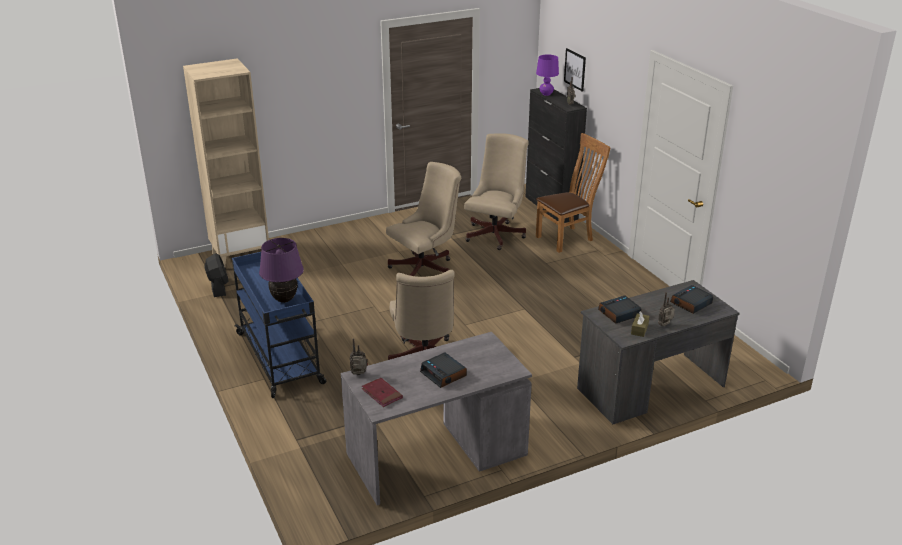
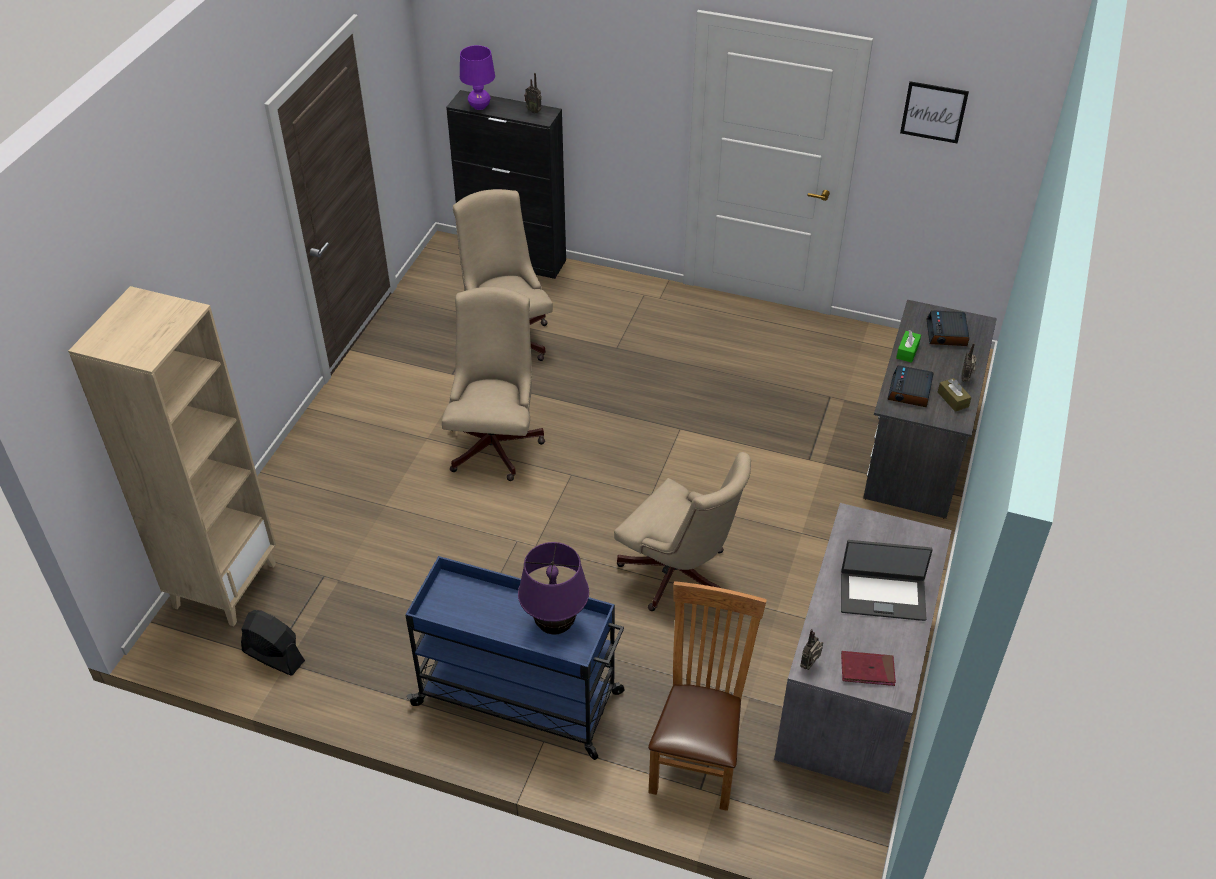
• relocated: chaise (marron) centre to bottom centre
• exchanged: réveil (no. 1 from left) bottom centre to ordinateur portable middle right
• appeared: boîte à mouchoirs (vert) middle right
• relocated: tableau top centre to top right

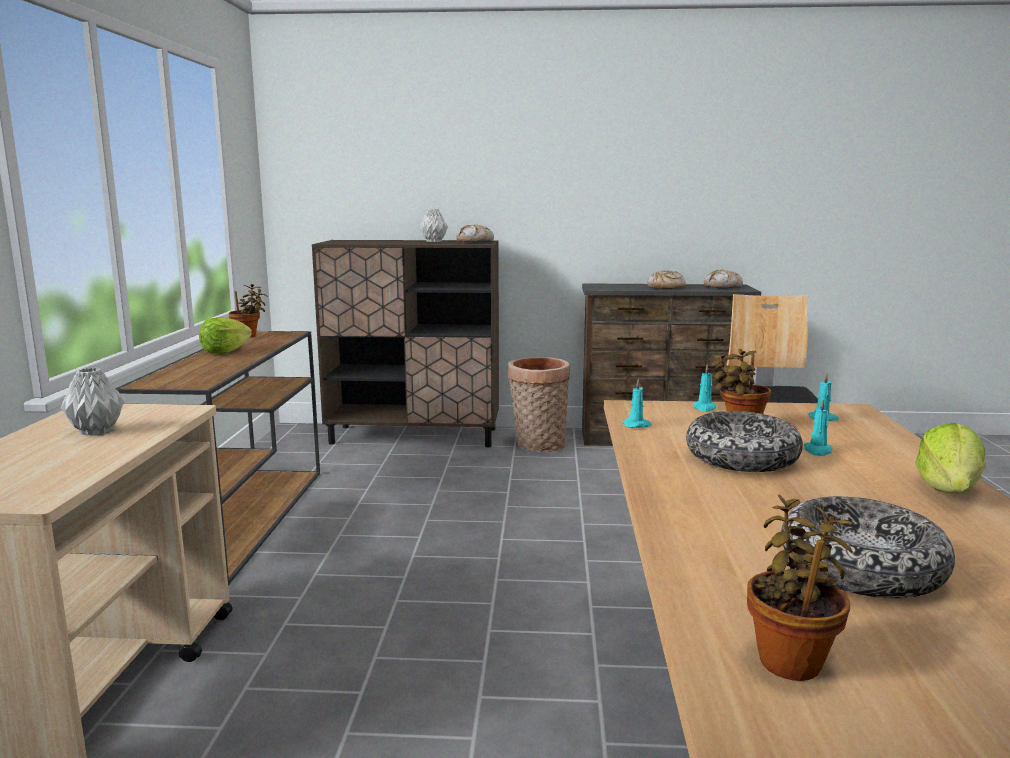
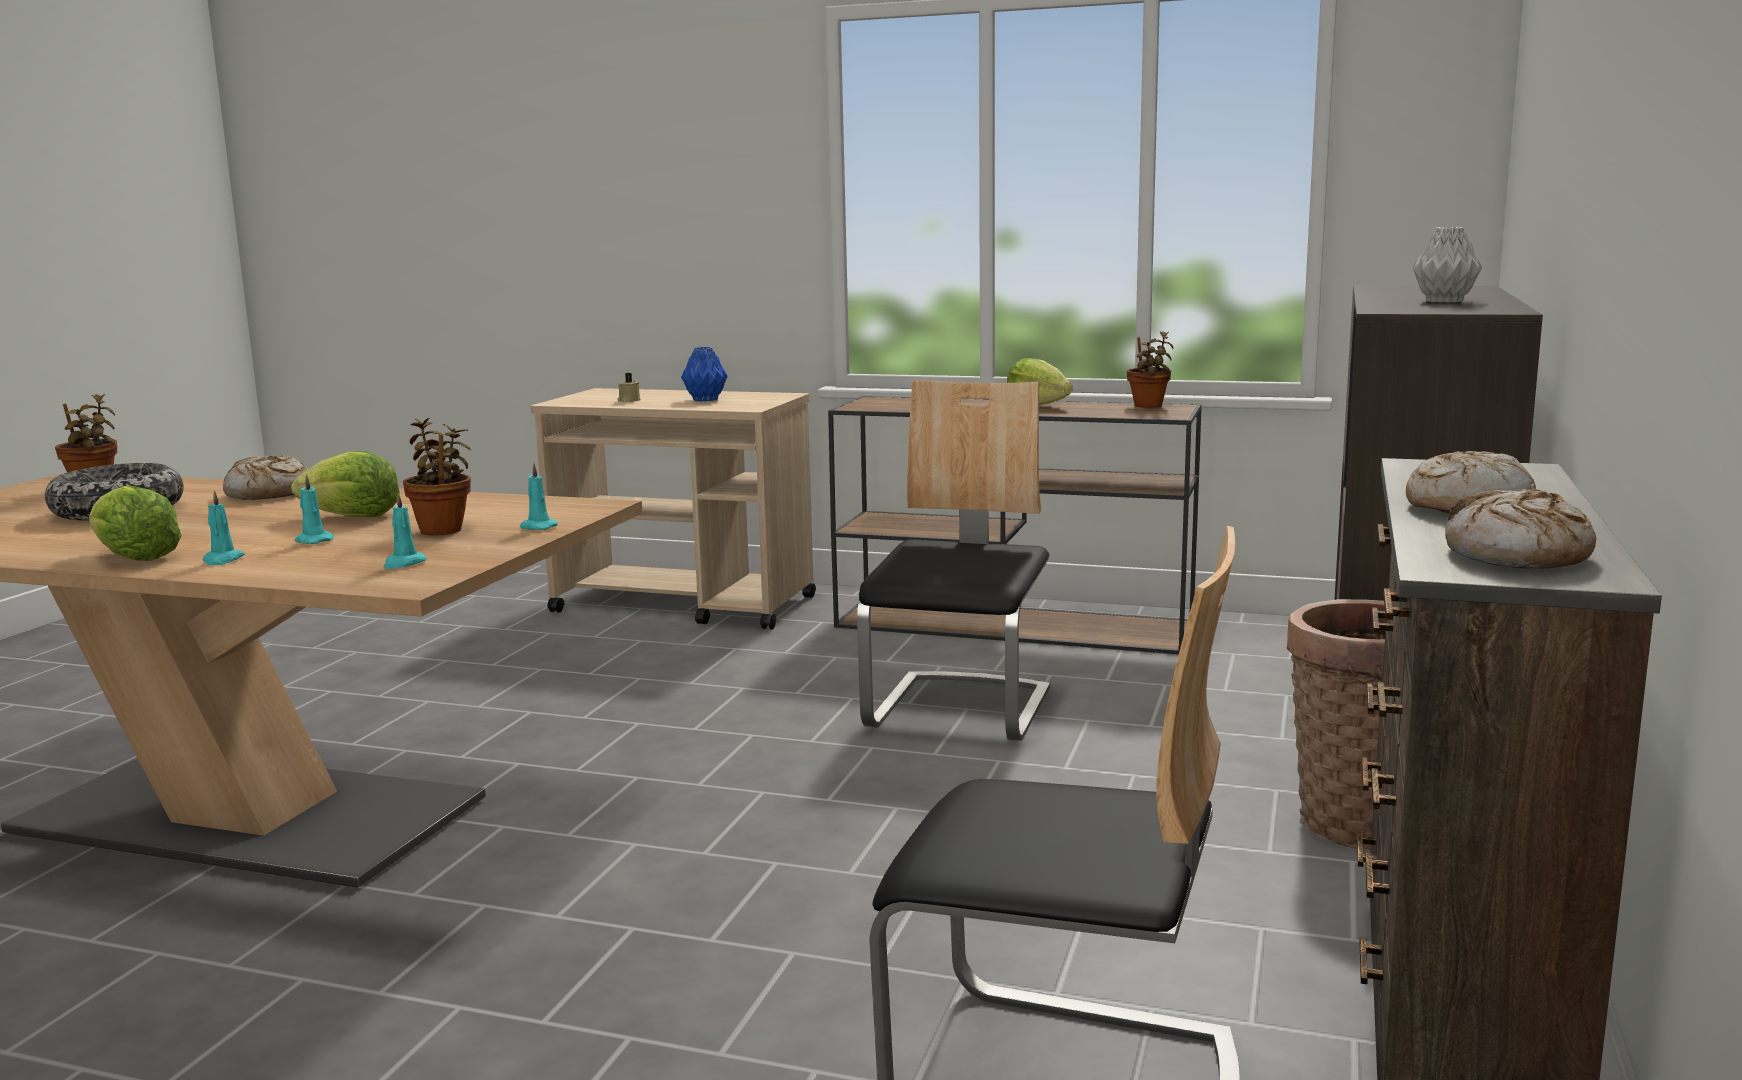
• relocated: bougie (turquoise) (no. 1 from left) centre to middle left
• relocated: pain (no. 1 from left) top centre to middle left
• exchanged: bol (no. 1 from left) middle right to laitue (no. 2 from left) middle left
• appeared: bougie (beige) centre
• colour: vase (gris) (no. 1 from left) middle left to vase (bleu) centre
• appeared: chaise (no. 1 from left) centre

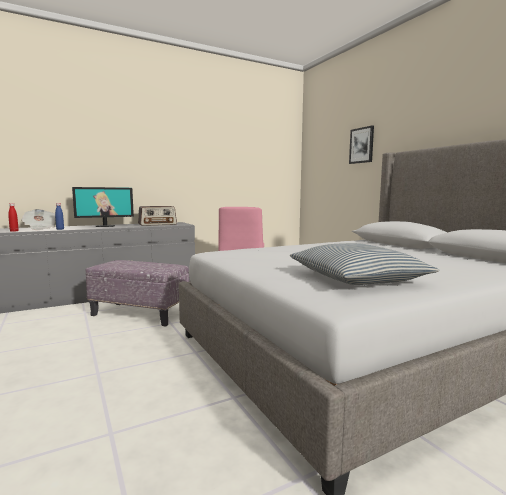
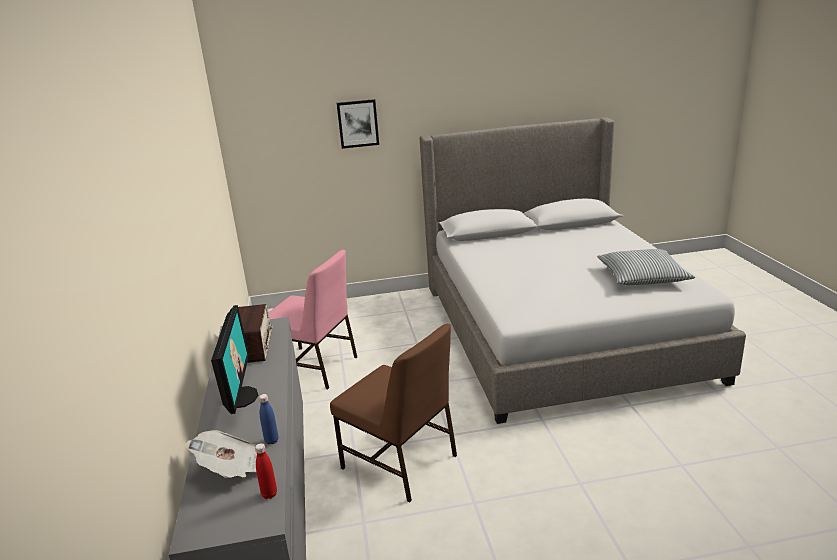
• exchanged: pouf middle left to chaise (marron) bottom centre

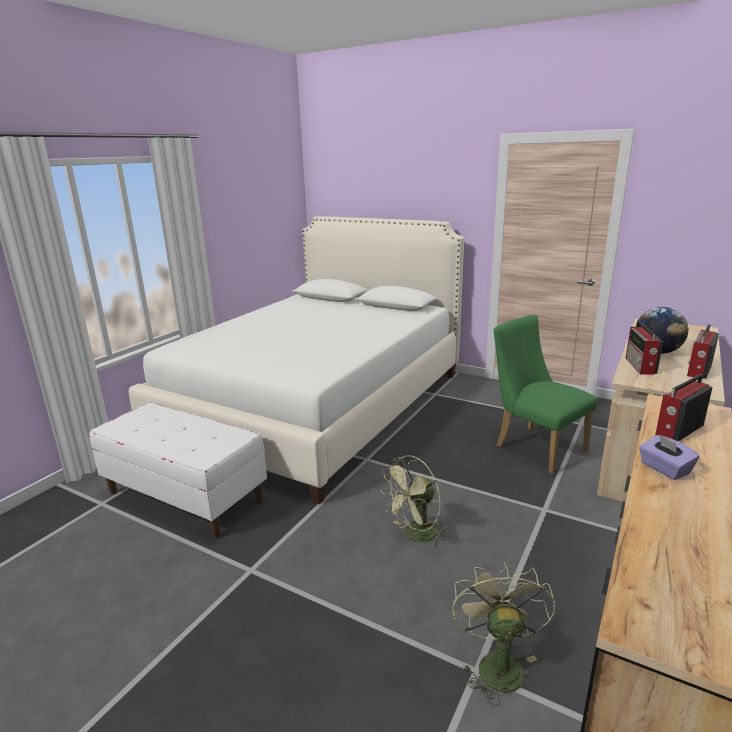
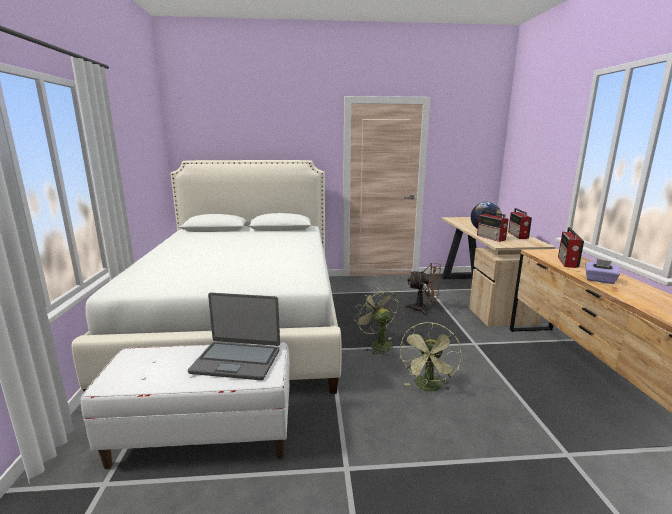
• appeared: ordinateur portable centre
• relocated: ventilateur (vert) (no. 2 from left in the first image) bottom right to ventilateur (vert) (no. 1 from left) centre
• exchanged: chaise (vert) middle right to ventilateur (marron) centre

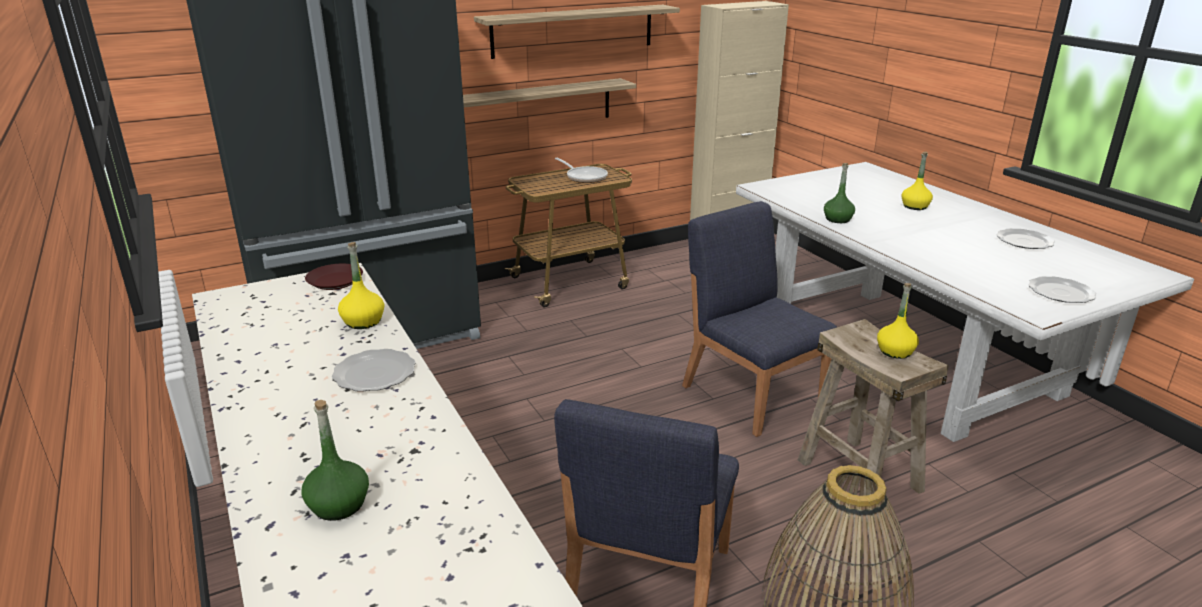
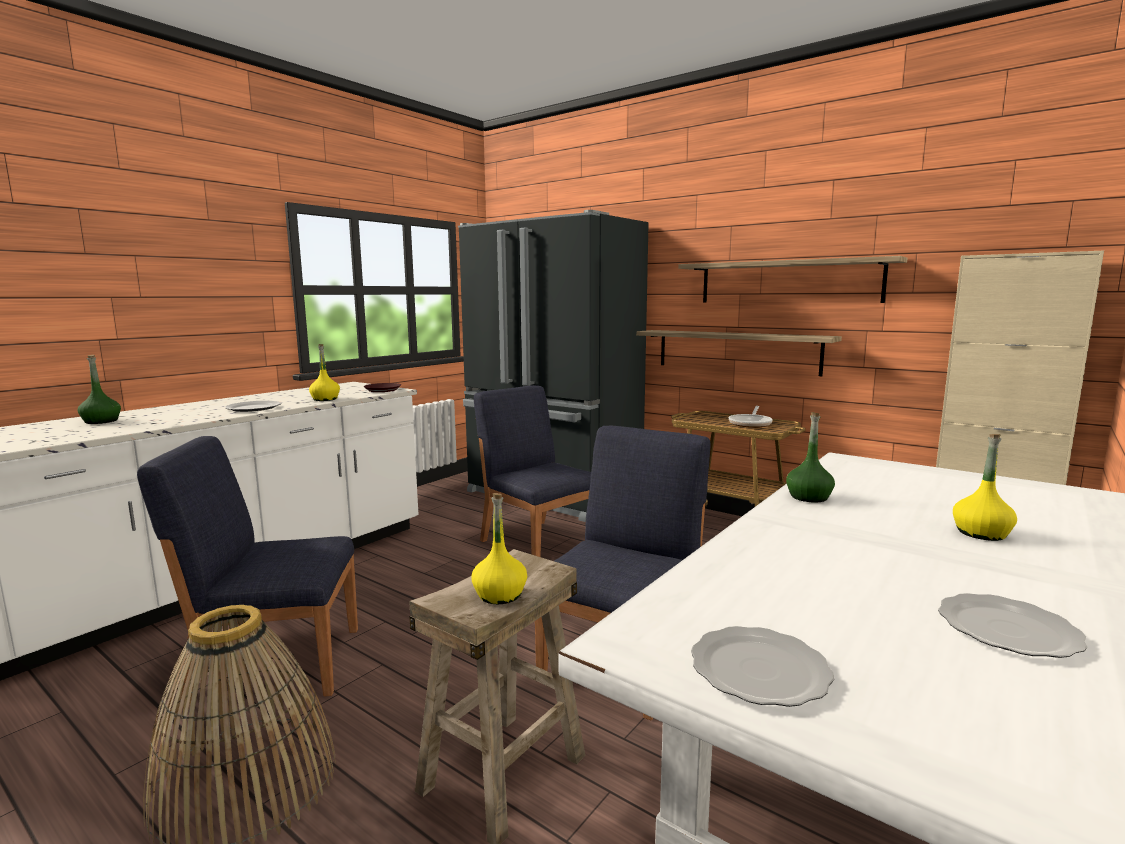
• appeared: chaise (bleu) (no. 2 from left) centre

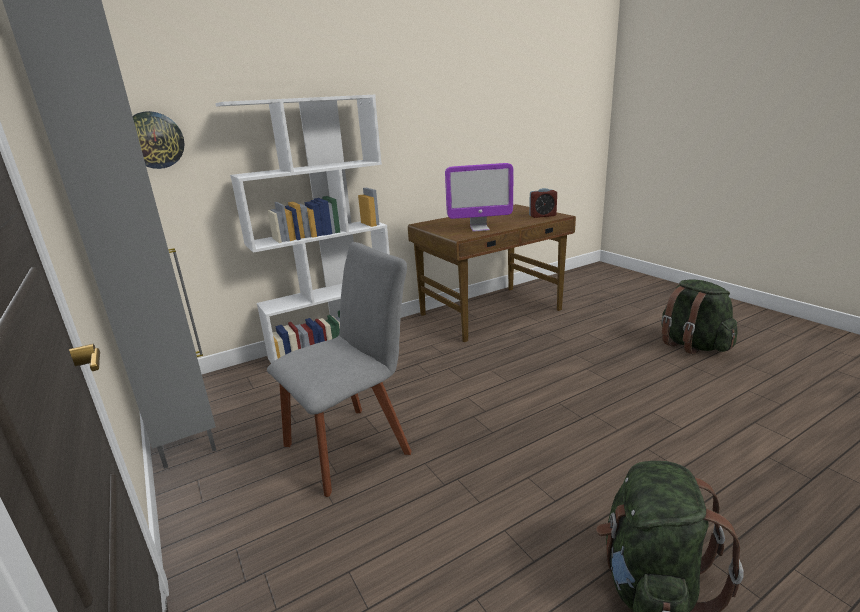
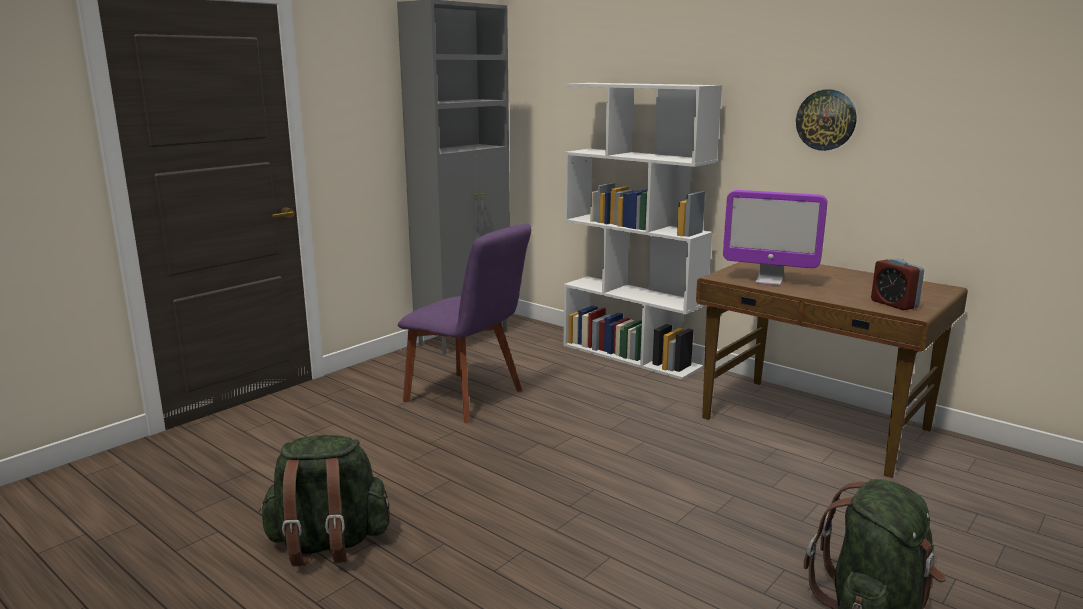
• colour: chaise (gris) centre to chaise (violet) centre
• spun: écran d'ordinateur top centre = middle right 45 degrees counterclockwise
• relocated: horloge murale top left to top right

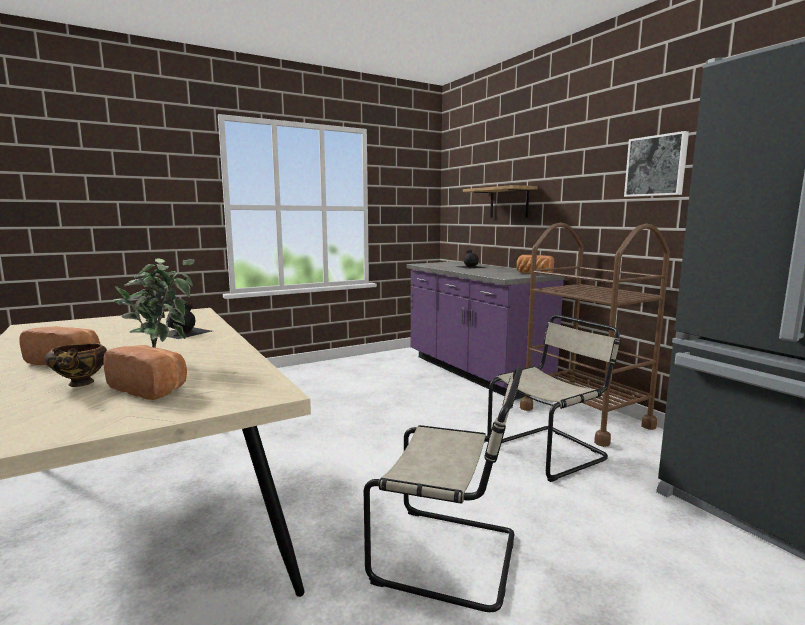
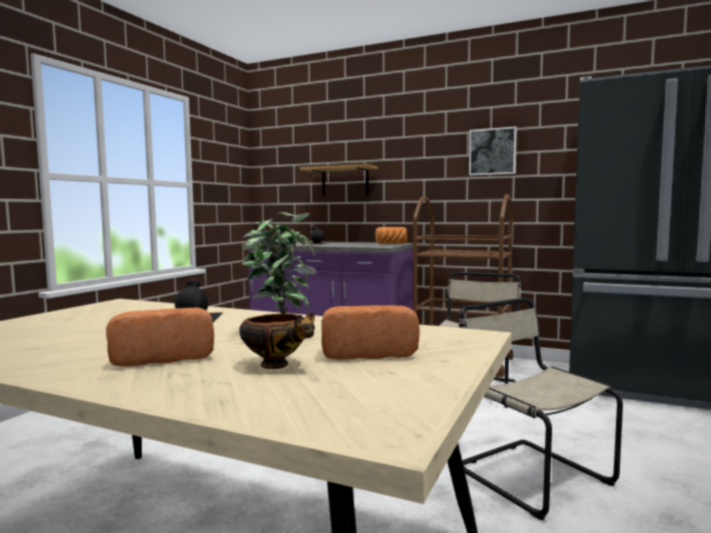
• spun: chaise (beige) (no. 1 from left in the first image) bottom centre = bottom right 105 degrees counterclockwise

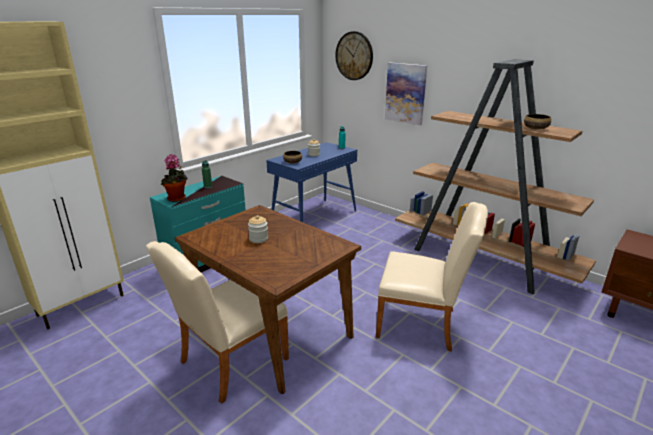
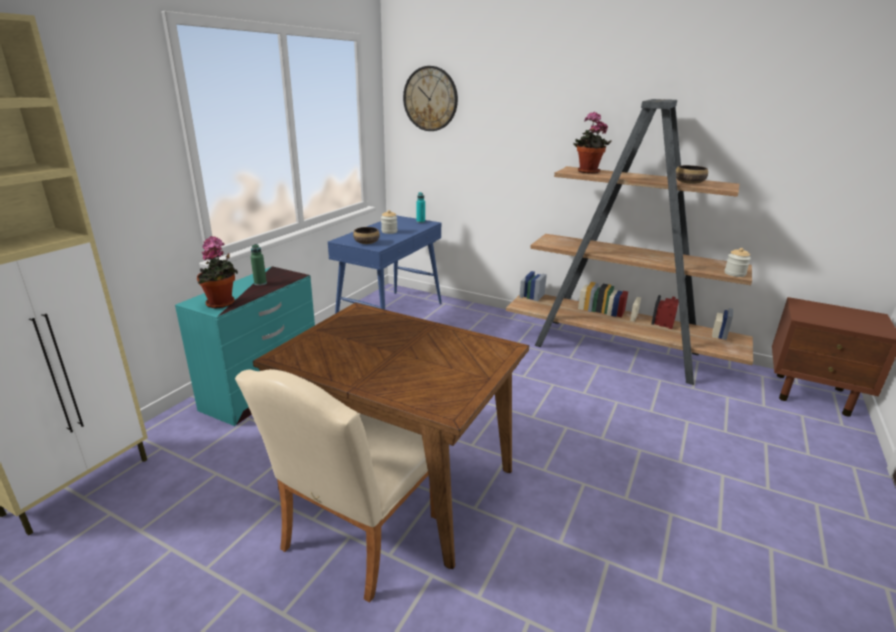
• appeared: plante en pot (no. 2 from left) top centre
• relocated: bocal (no. 1 from left in the first image) centre to bocal (no. 2 from left) middle right
• missing: chaise (beige) (no. 2 from left) centre
• missing: tableau top centre

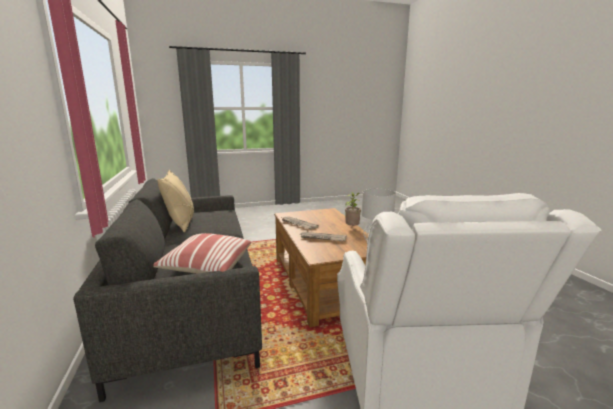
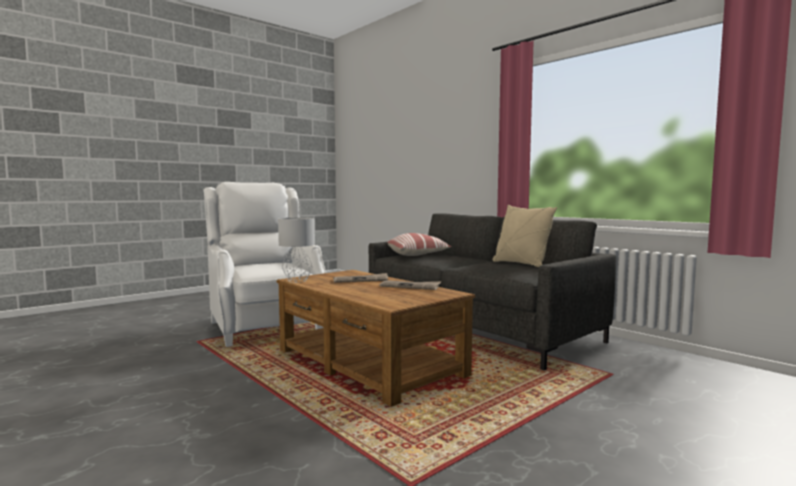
• missing: plante en pot centre

